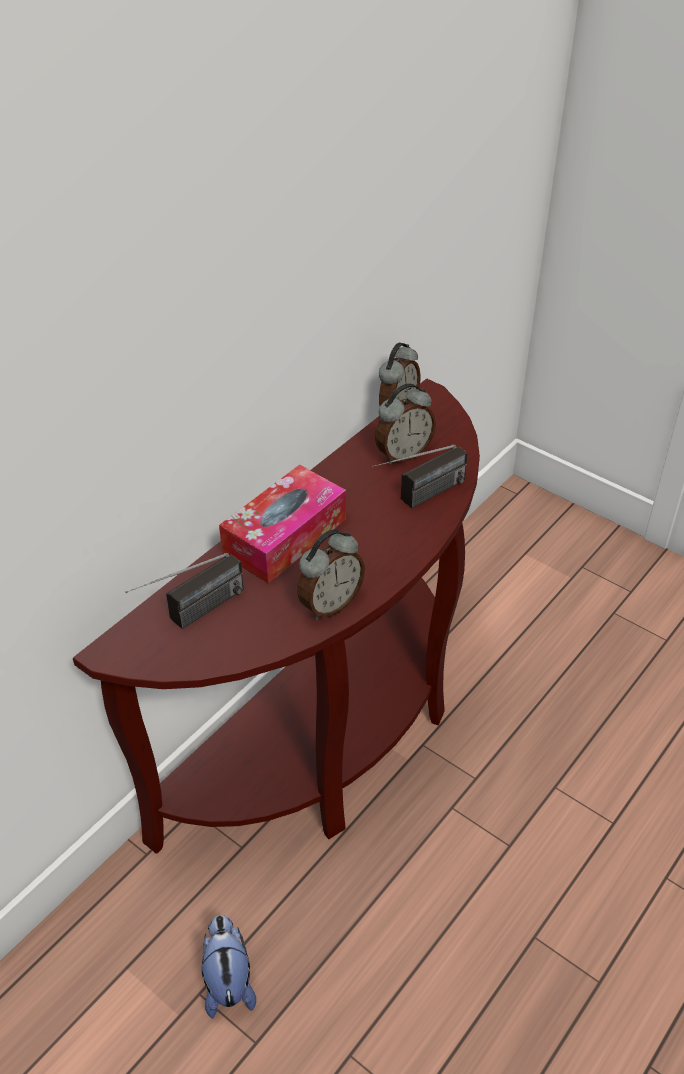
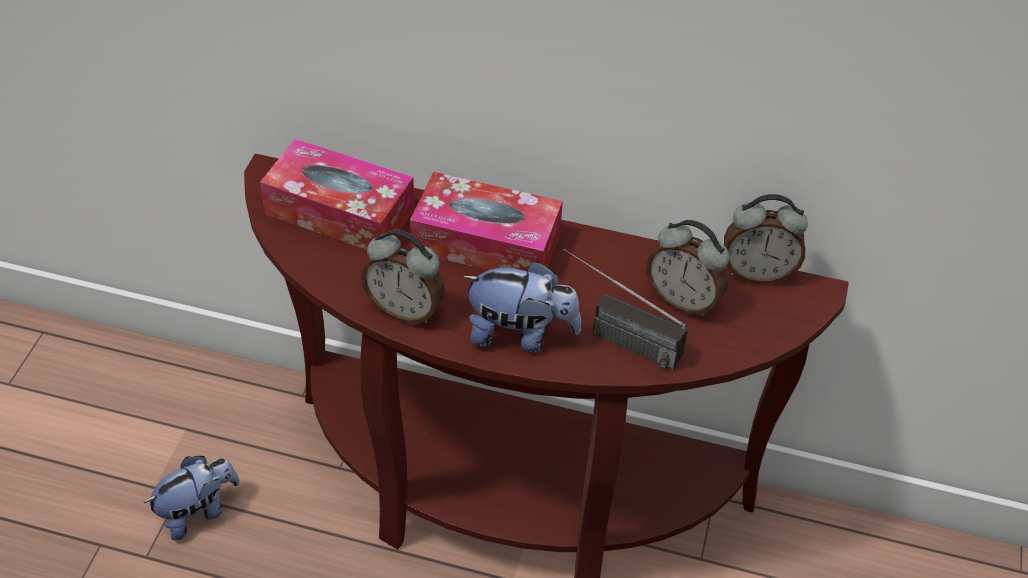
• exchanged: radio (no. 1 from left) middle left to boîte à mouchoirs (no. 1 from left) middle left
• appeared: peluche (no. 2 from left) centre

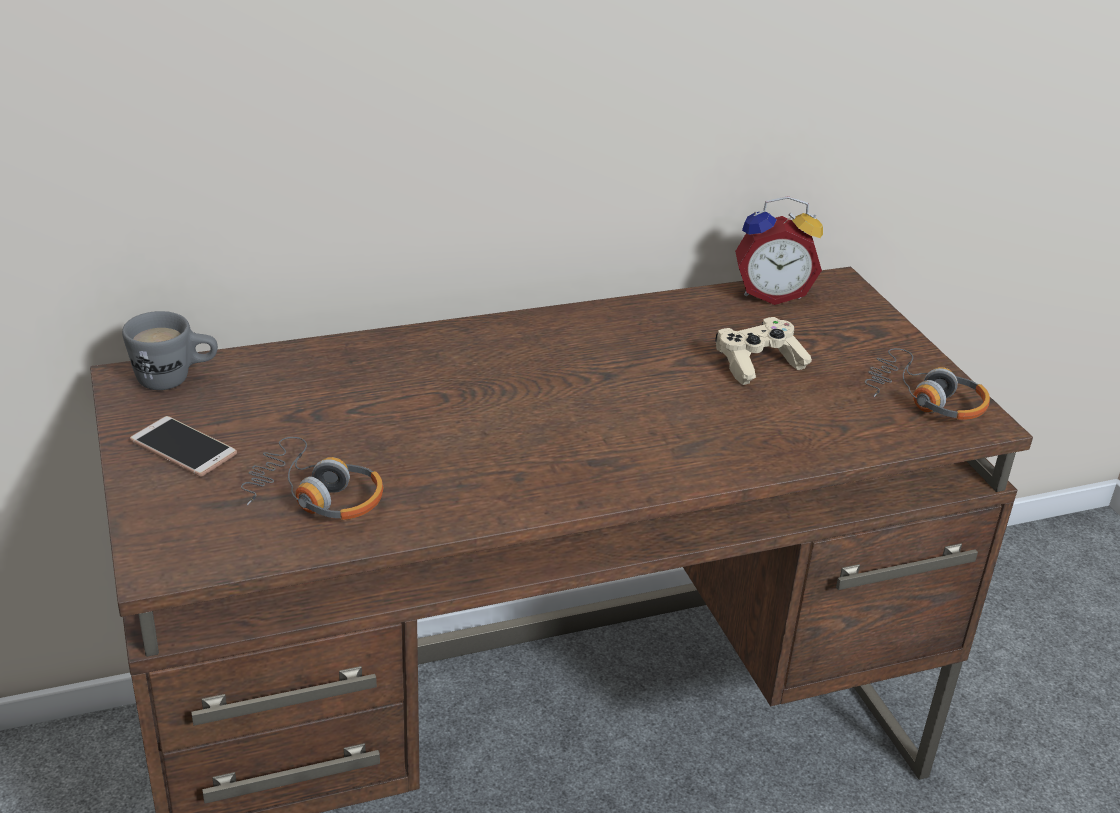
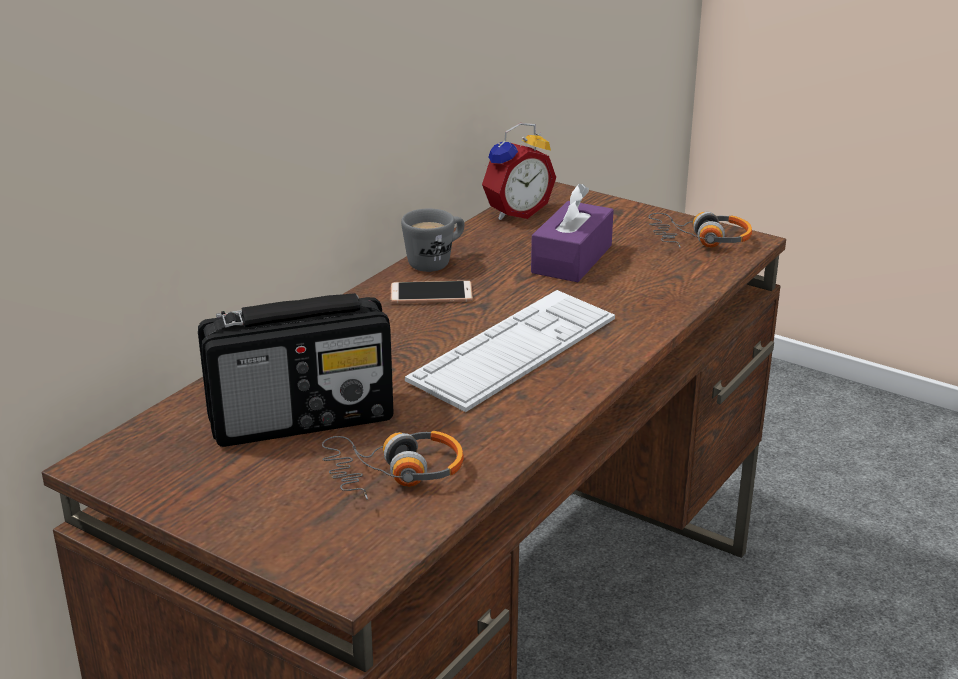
• appeared: radio middle left
• relocated: téléphone middle left to centre
• relocated: mug (gris) middle left to centre
• appeared: clavier centre
• exchanged: manette (beige) middle right to boîte à mouchoirs (violet) centre

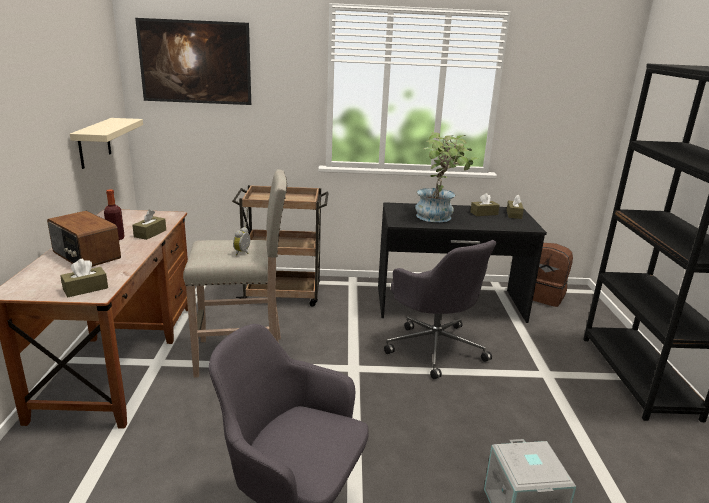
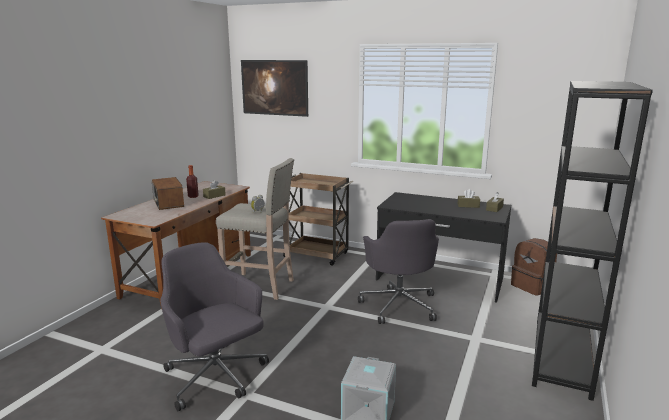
• missing: boîte à mouchoirs (marron) (no. 1 from left) middle left
• missing: étagère (beige) top left
• missing: plante en pot centre

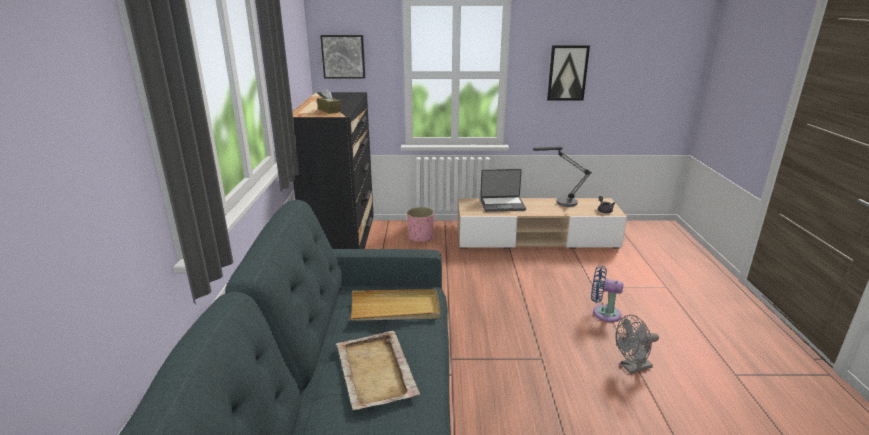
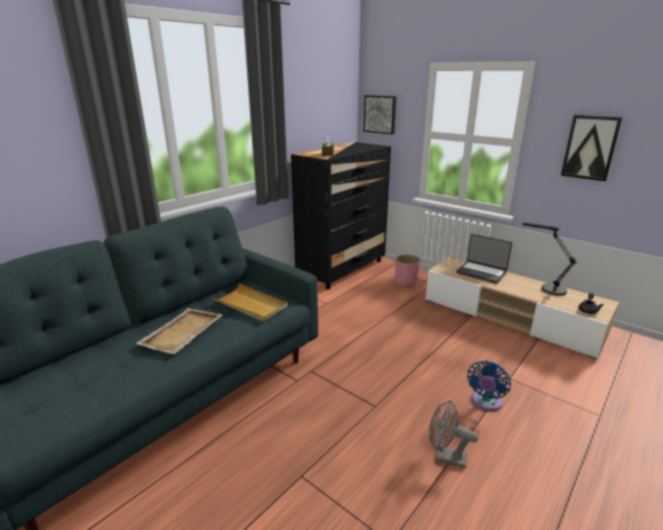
• spun: ventilateur (bleu) bottom right = bottom right 120 degrees counterclockwise

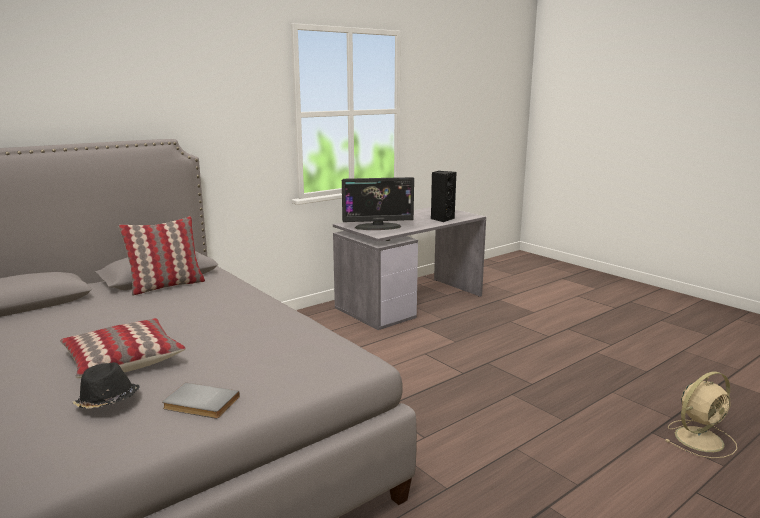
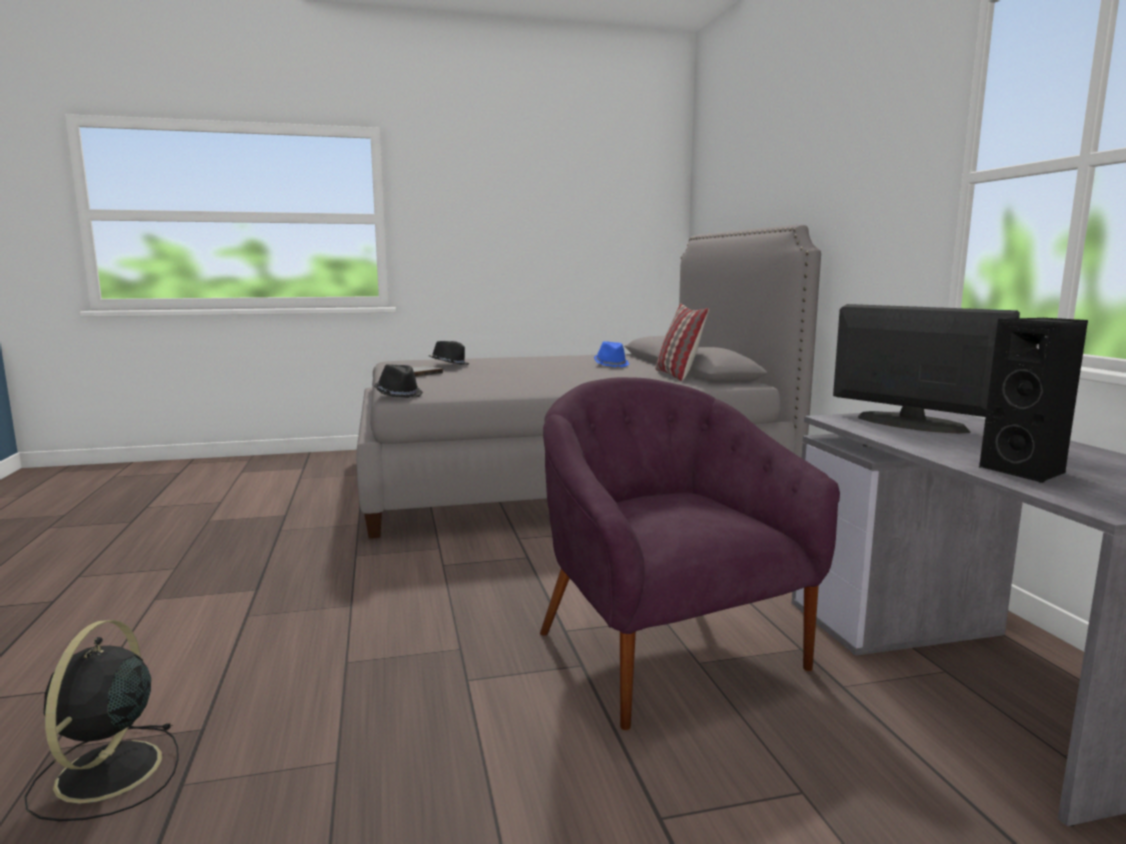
• colour: ventilateur (beige) bottom right to ventilateur (noir) bottom left
• appeared: chapeau (noir) (no. 1 from left) centre
• appeared: fauteuil (violet) centre
• appeared: chapeau (bleu) centre
• spun: écran d'ordinateur centre = middle right 120 degrees clockwise
• missing: coussin (no. 1 from left) bottom left

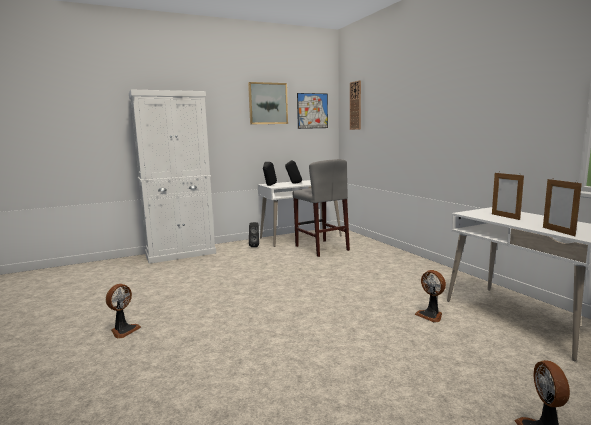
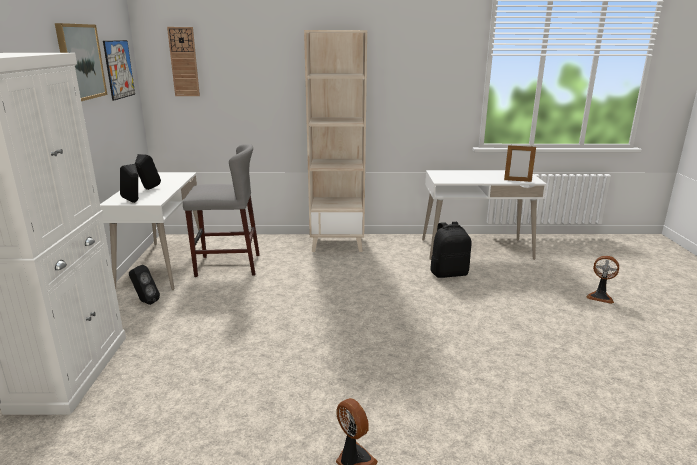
• appeared: bibliothèque (beige) top centre
• exchanged: ventilateur (no. 2 from left) bottom right to sac à dos (noir) centre
• missing: cadre photo (no. 1 from left) middle right

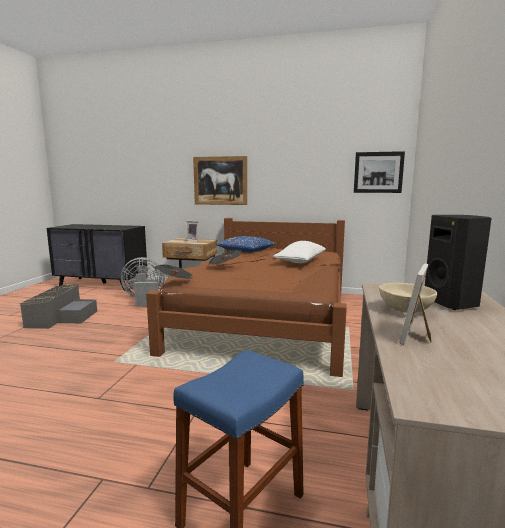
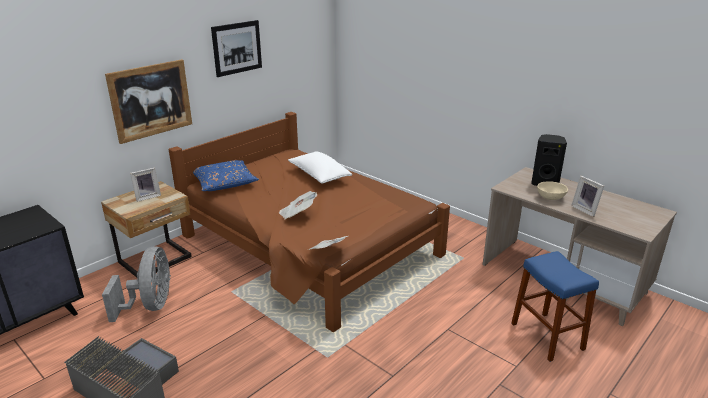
• spun: ventilateur (gris) middle left = bottom left 150 degrees clockwise
• relocated: tableau (no. 2 from left) top right to top centre

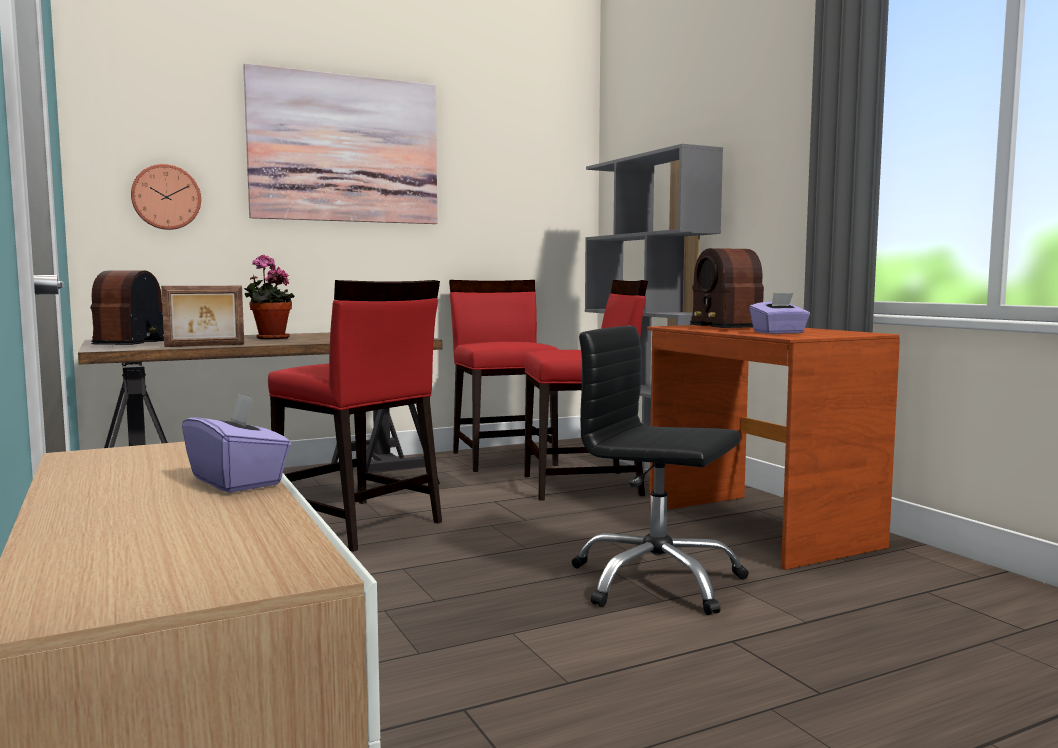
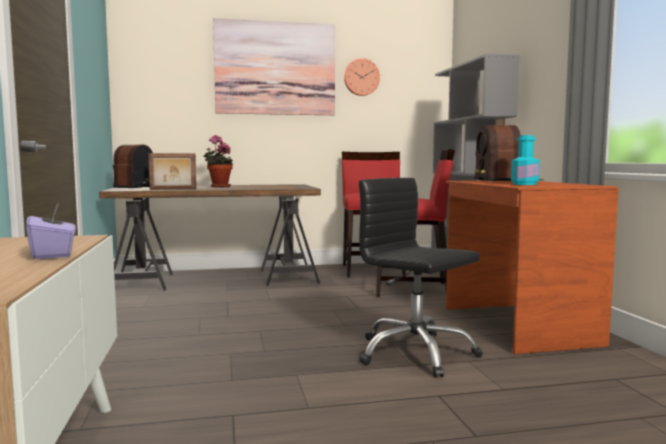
• relocated: horloge murale top left to top centre
• exchanged: boîte à mouchoirs (violet) (no. 2 from left) middle right to bouteille (turquoise) middle right
• missing: chaise (rouge) (no. 1 from left) centre

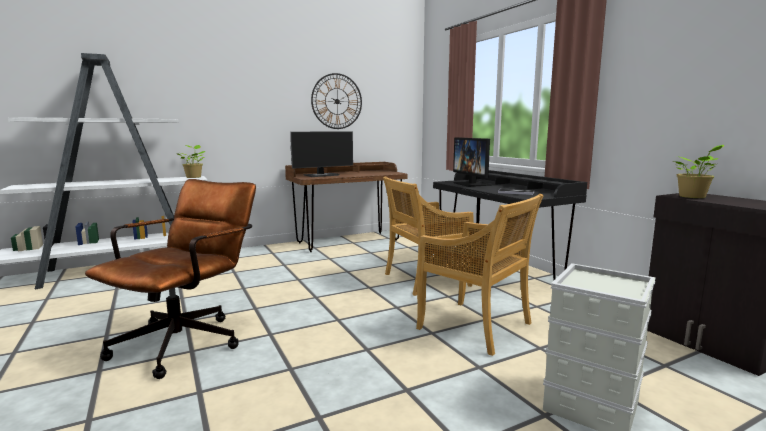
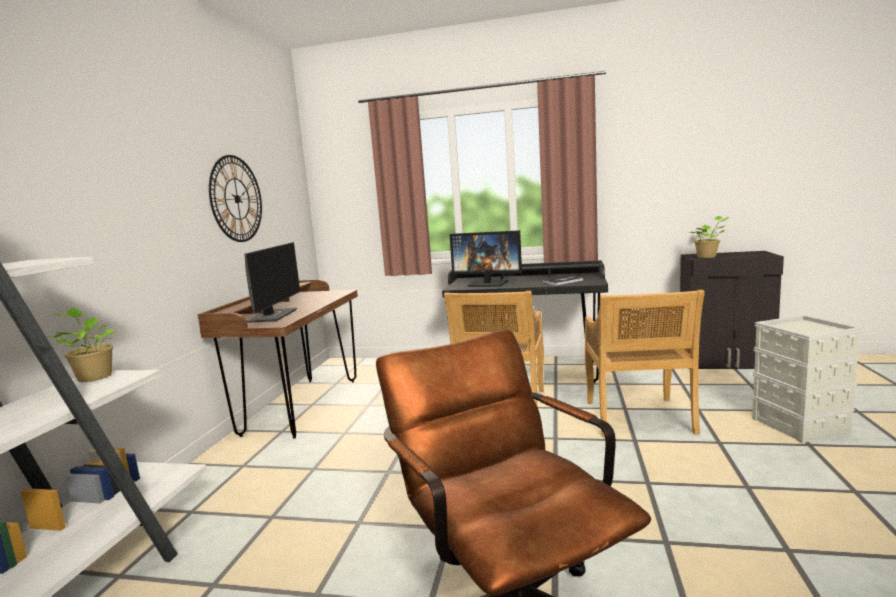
• spun: chaise (beige) (no. 2 from left) centre = middle right 105 degrees clockwise

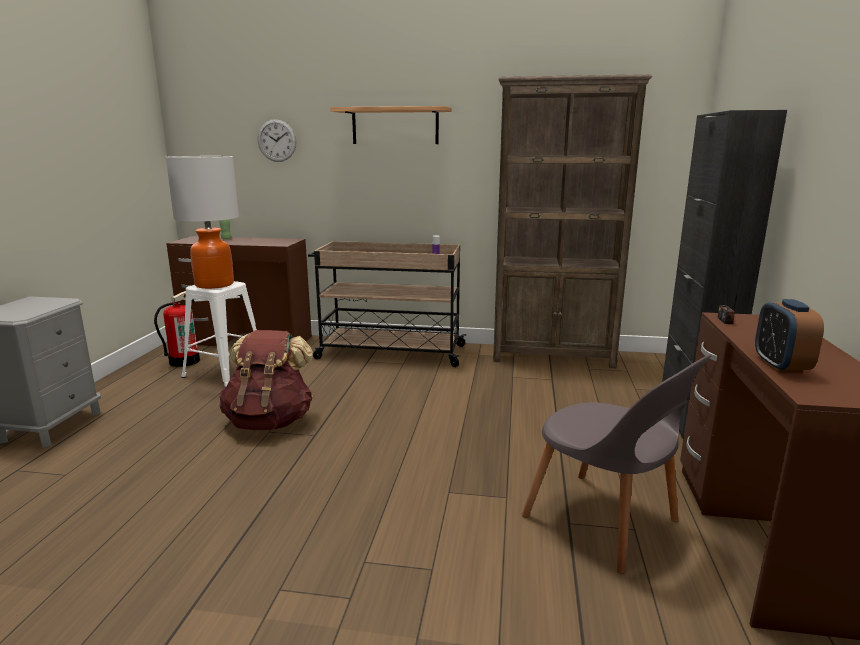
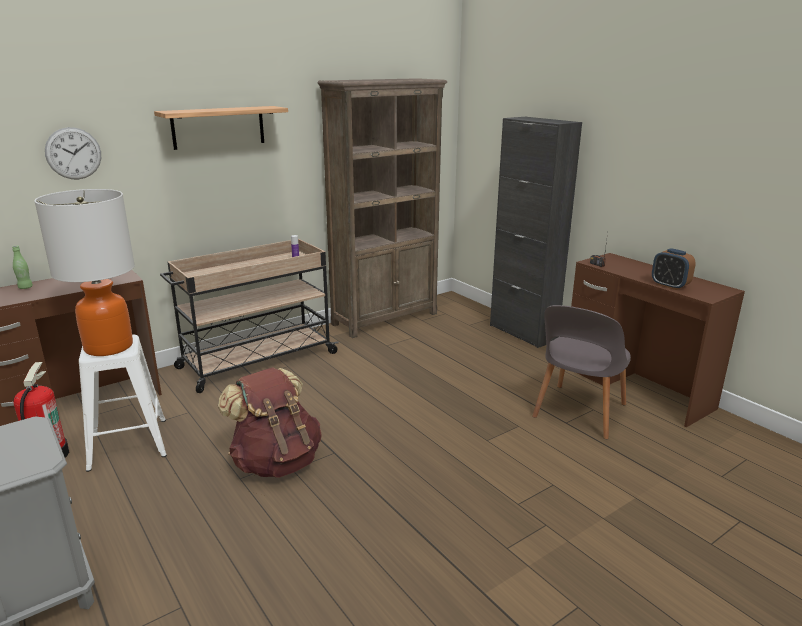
• spun: chaise (gris) bottom right = middle right 120 degrees clockwise

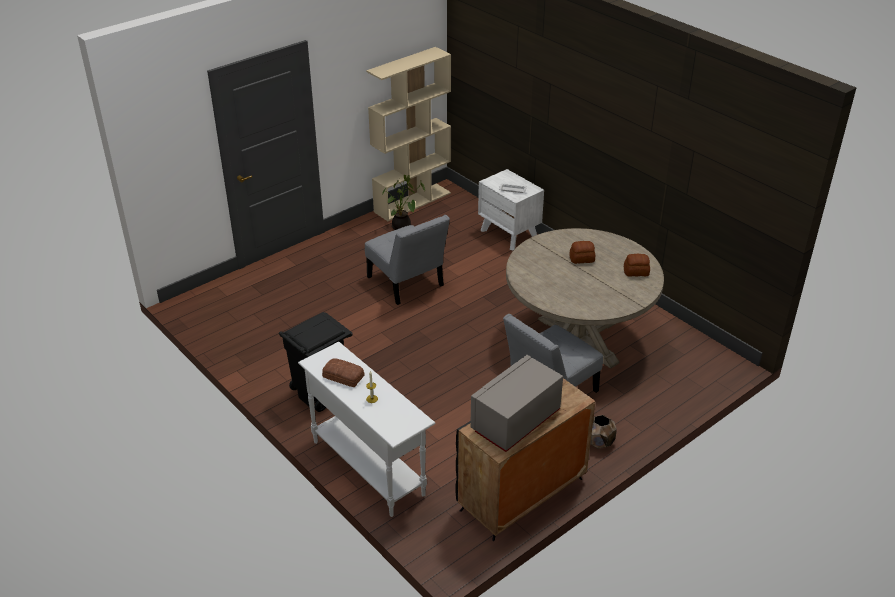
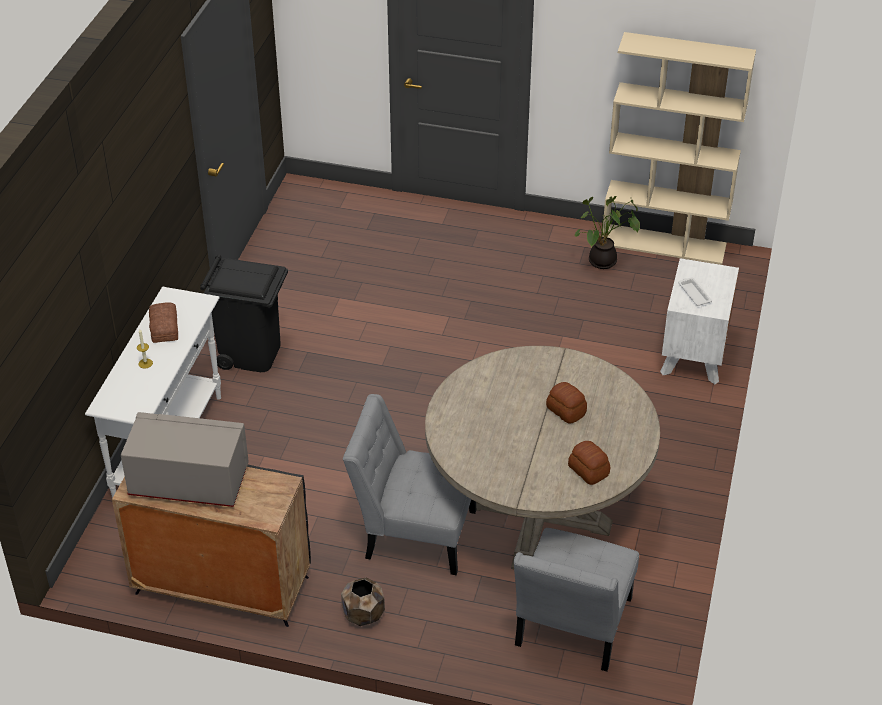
• relocated: chaise (gris) (no. 1 from left in the first image) centre to chaise (gris) (no. 2 from left) bottom centre

